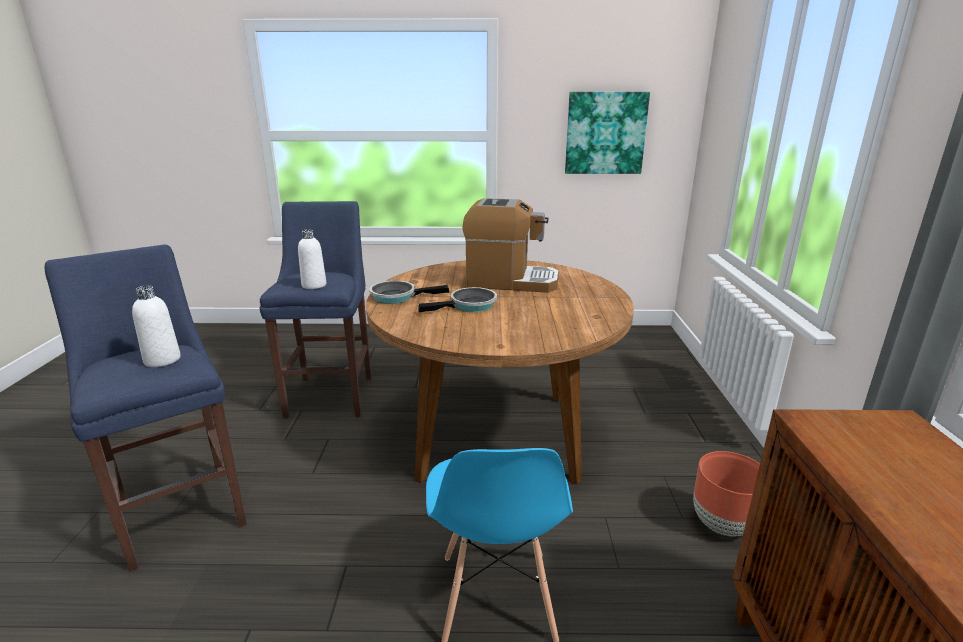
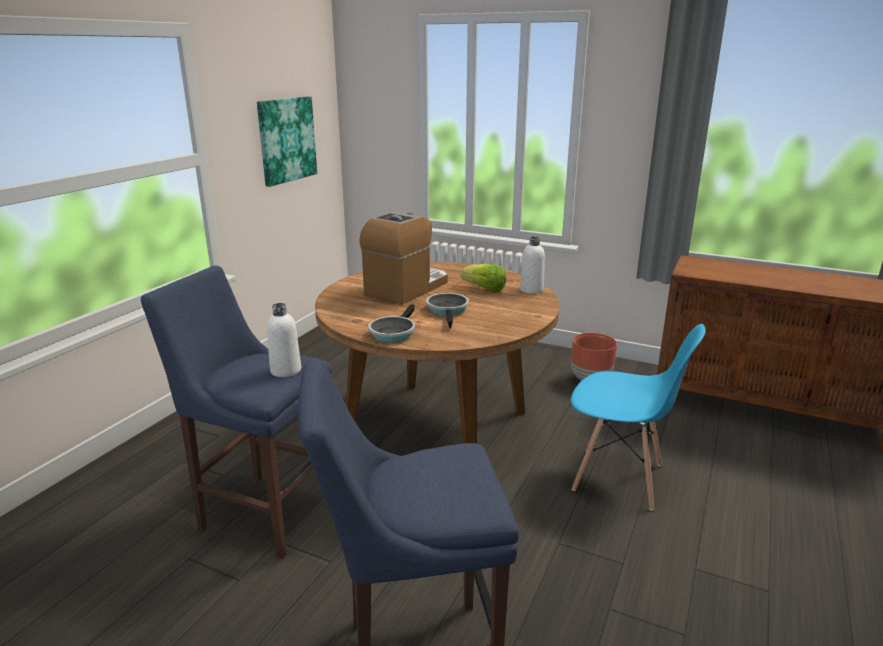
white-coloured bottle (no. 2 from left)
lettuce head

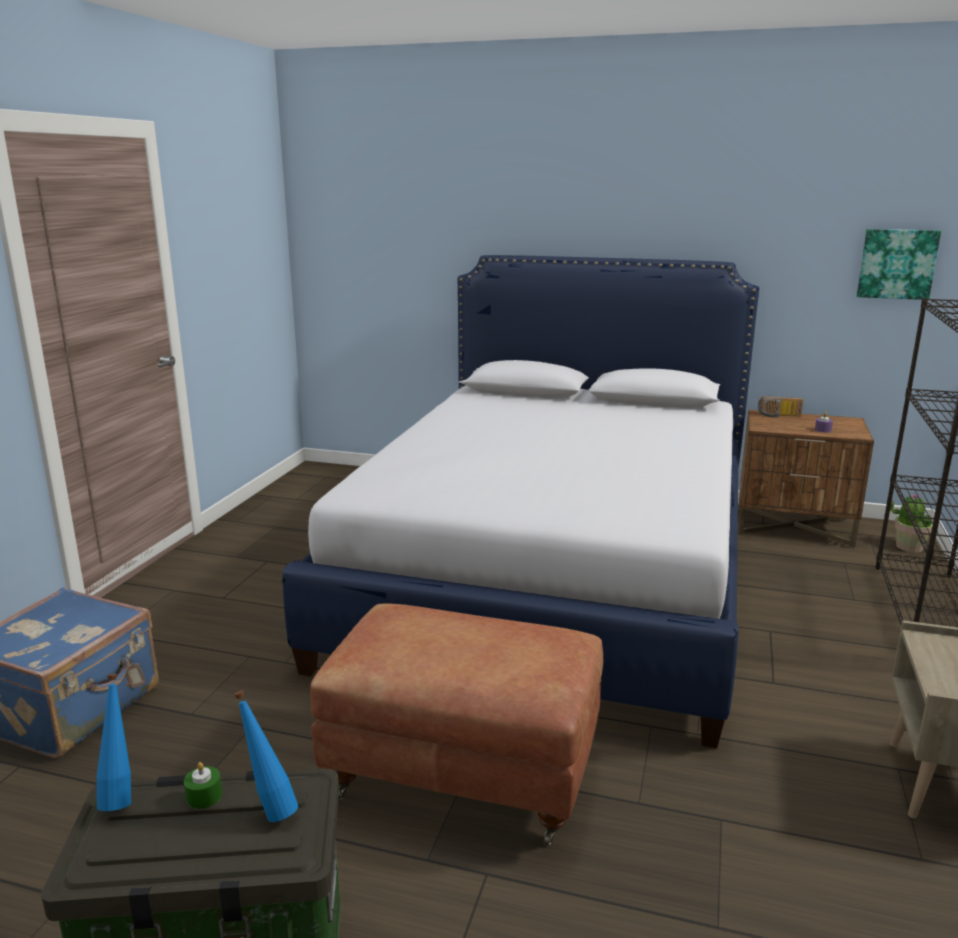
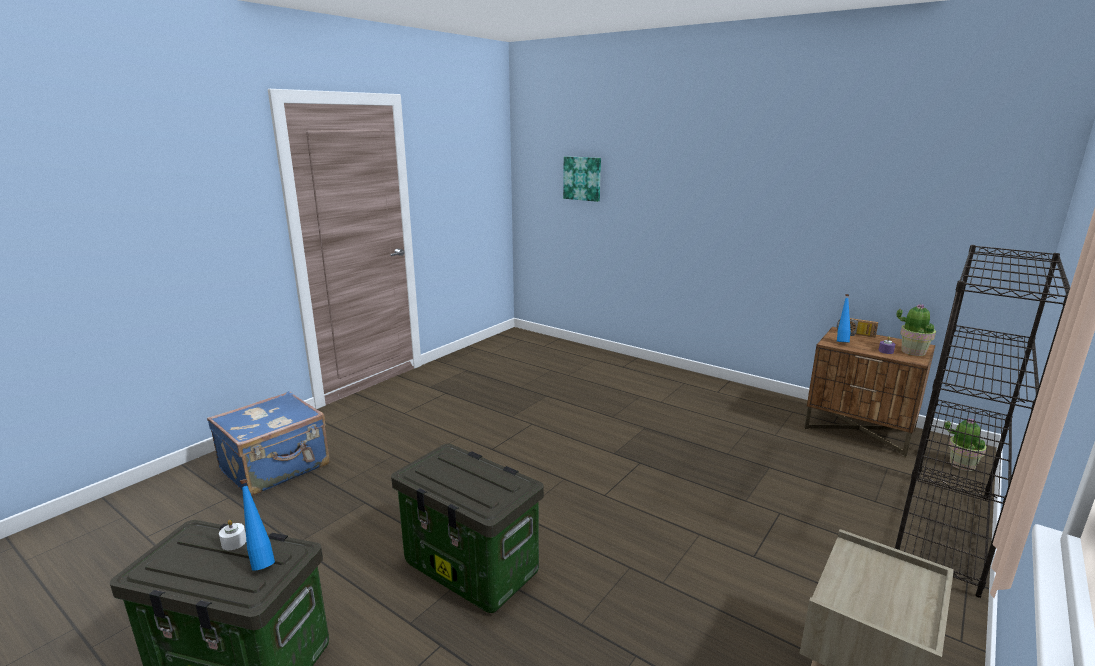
wall art
bed
storage container (no. 2 from left)
blue-coloured bottle (no. 2 from left)
white-coloured candle
houseplant (no. 1 from left)

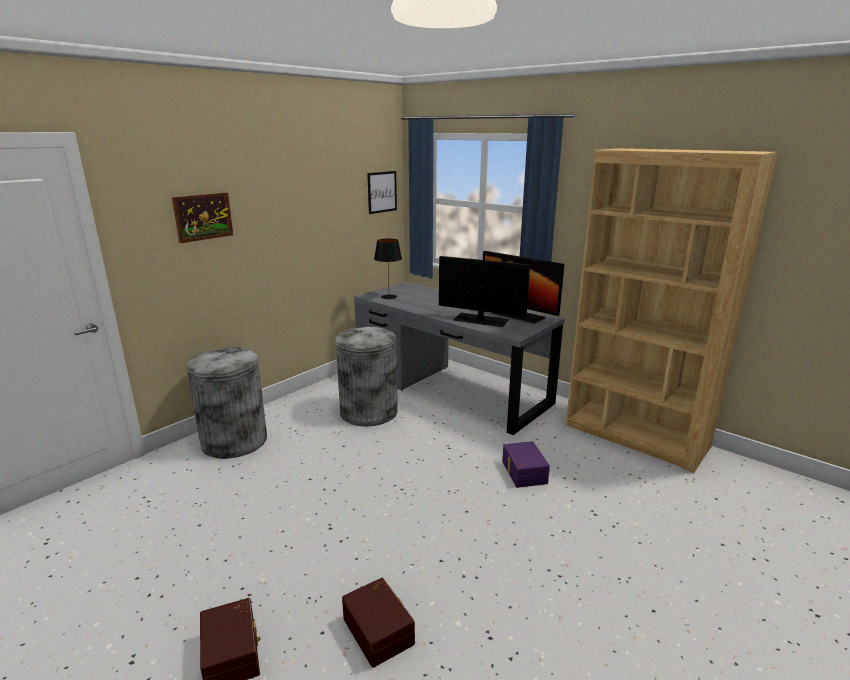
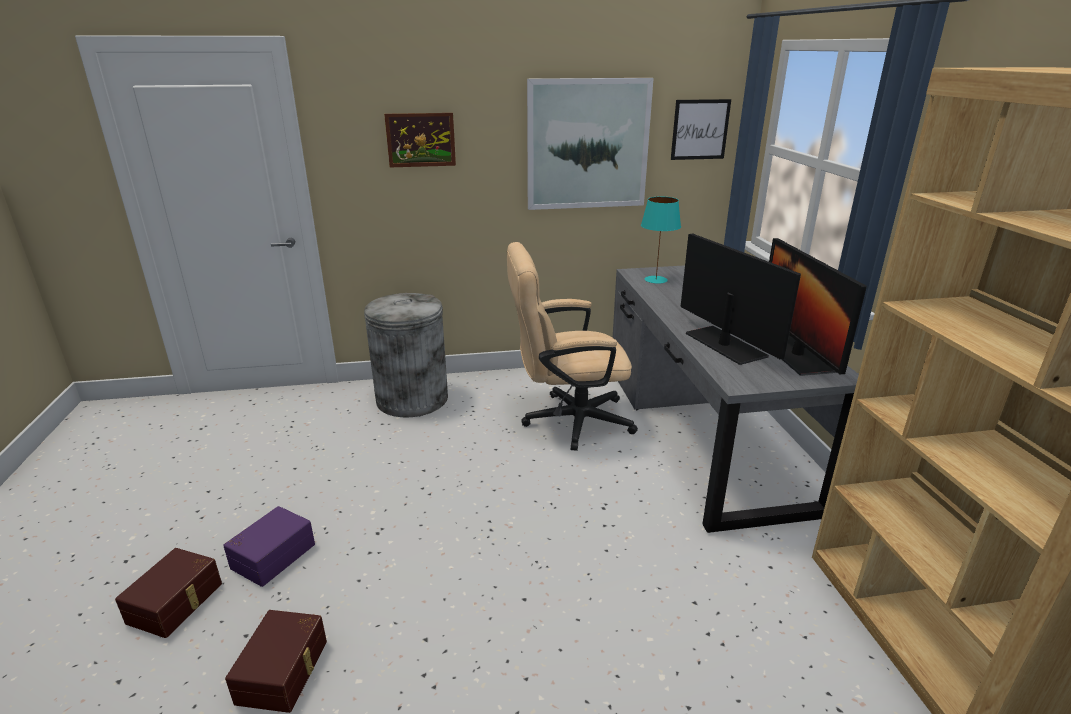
turquoise table lamp
beige-coloured computer chair
purple storage container
wall art (no. 2 from left)

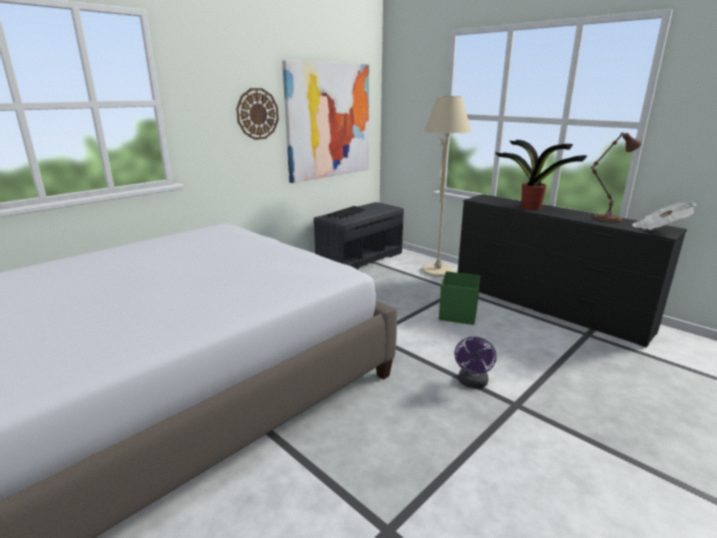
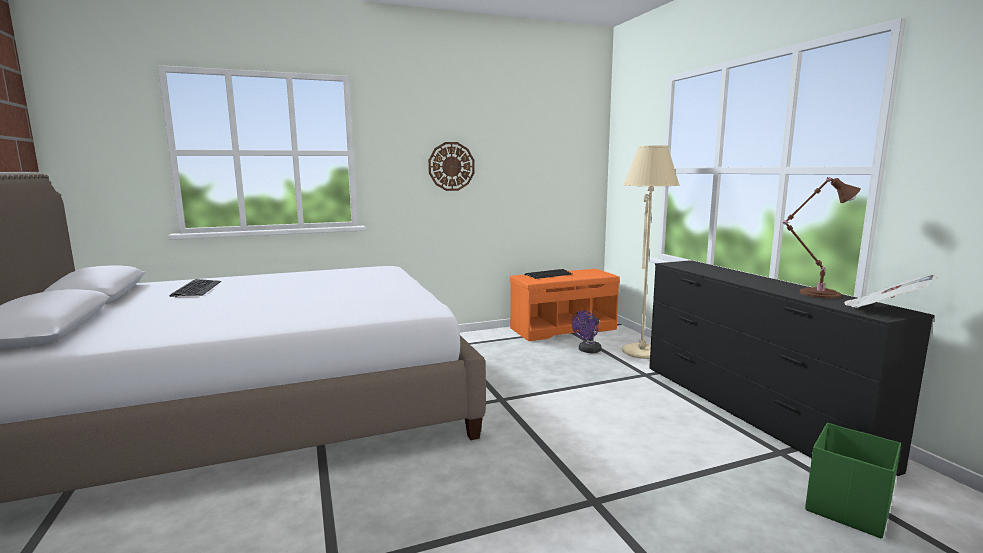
wall art
houseplant
orangey indoor bench
green storage container
purple electric fan
computer keyboard (no. 1 from left)

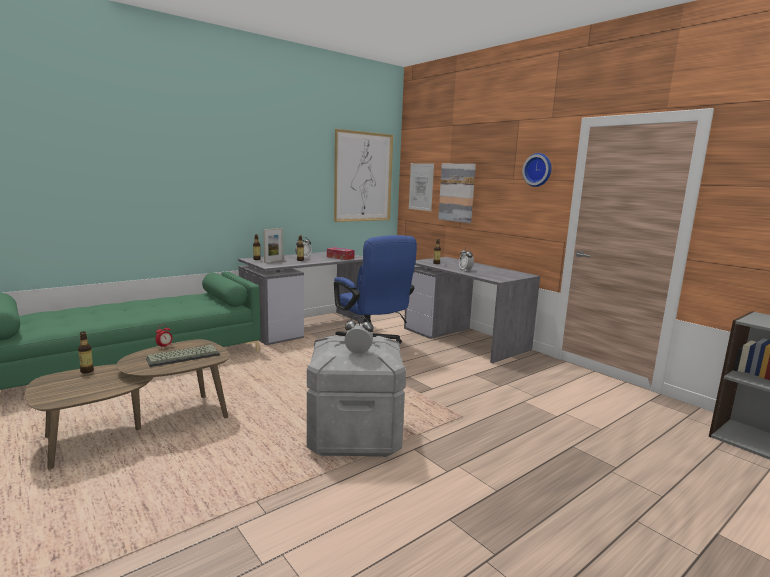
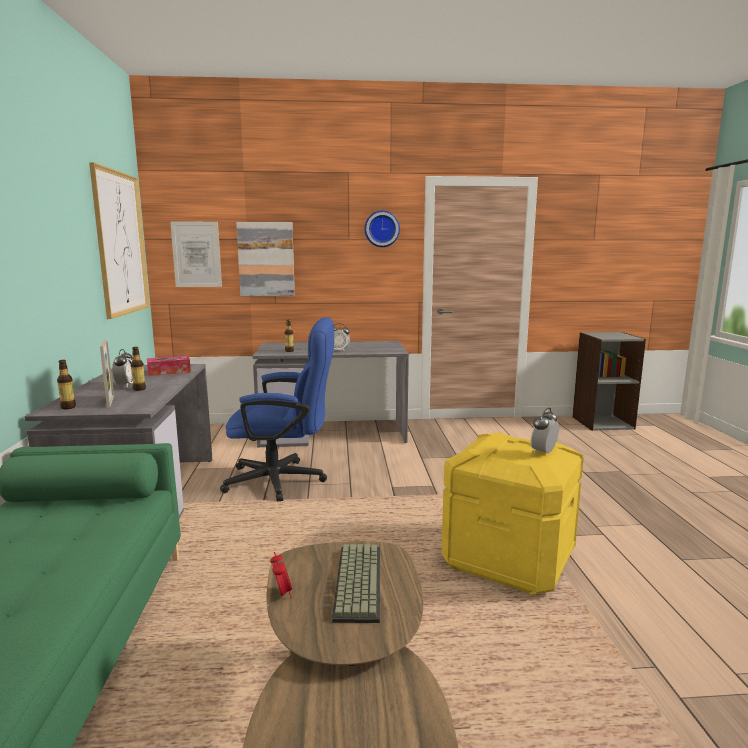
bottle (no. 1 from left in the first image)
yellowish storage container

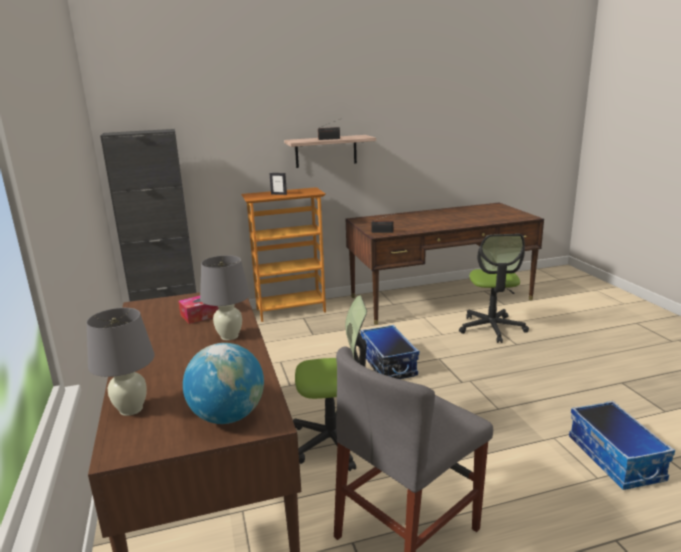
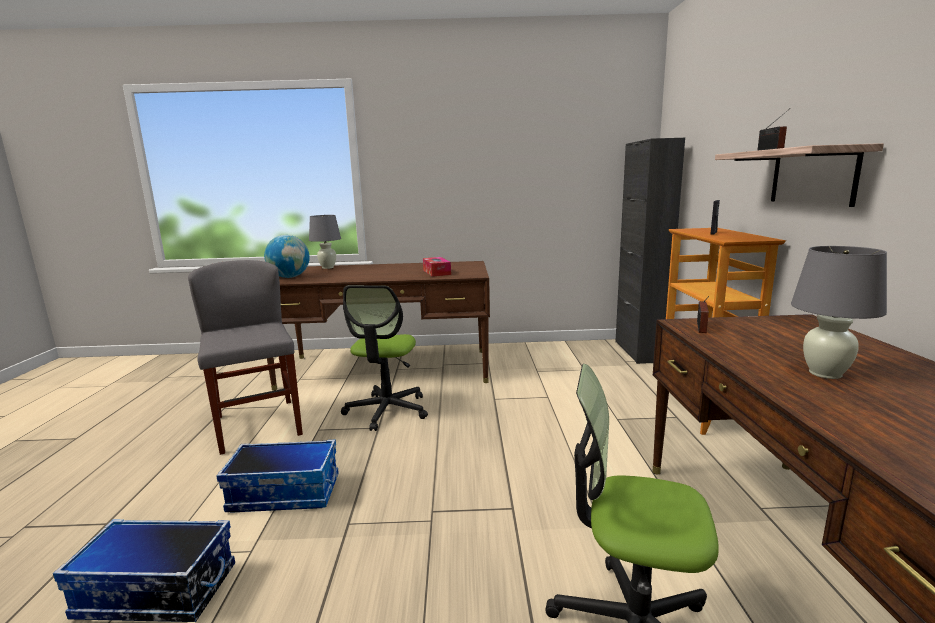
grey table lamp (no. 2 from left)
storage container (no. 2 from left)

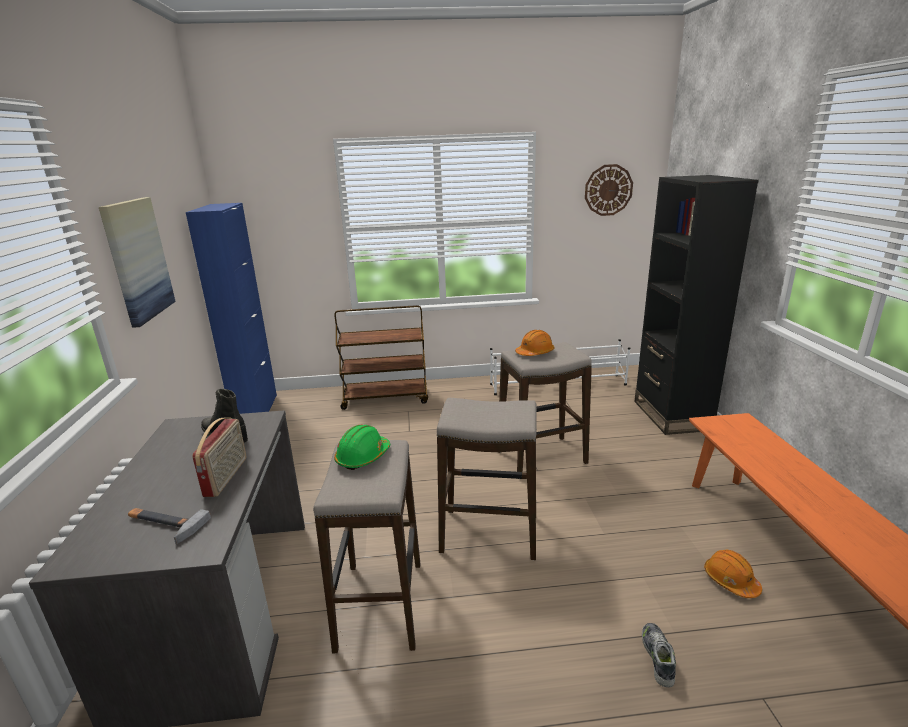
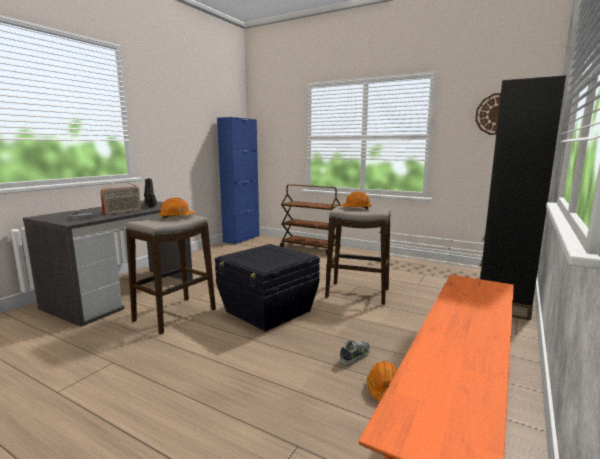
wall art
black storage container
orangey hard hat (no. 1 from left)
item of footwear

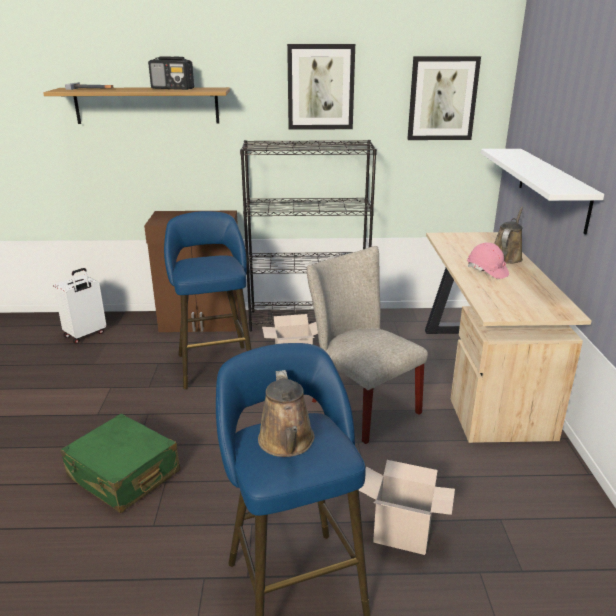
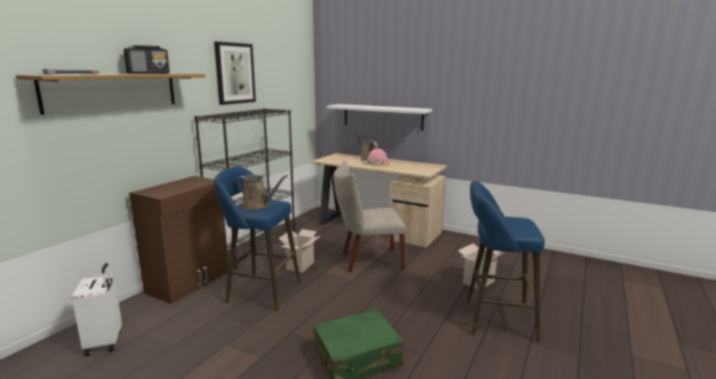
wall art (no. 2 from left in the first image)
brownish watering can (no. 1 from left)

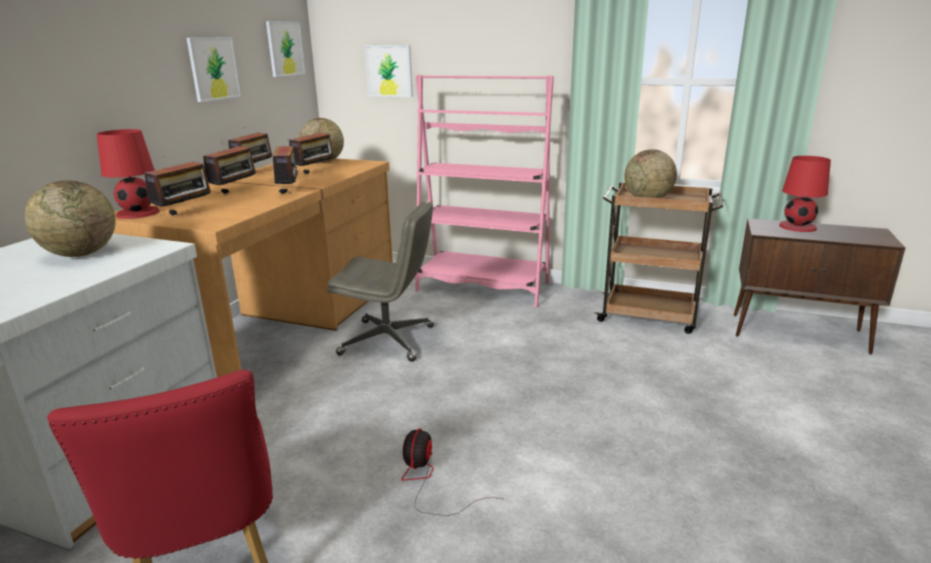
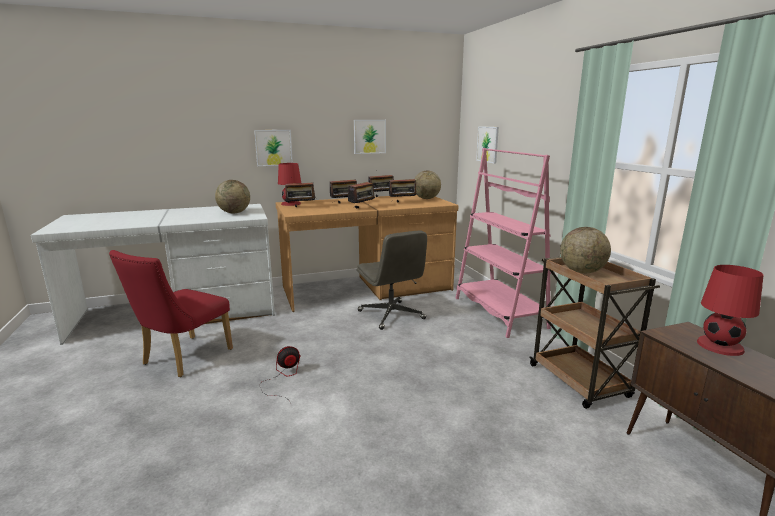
wall art (no. 1 from left)

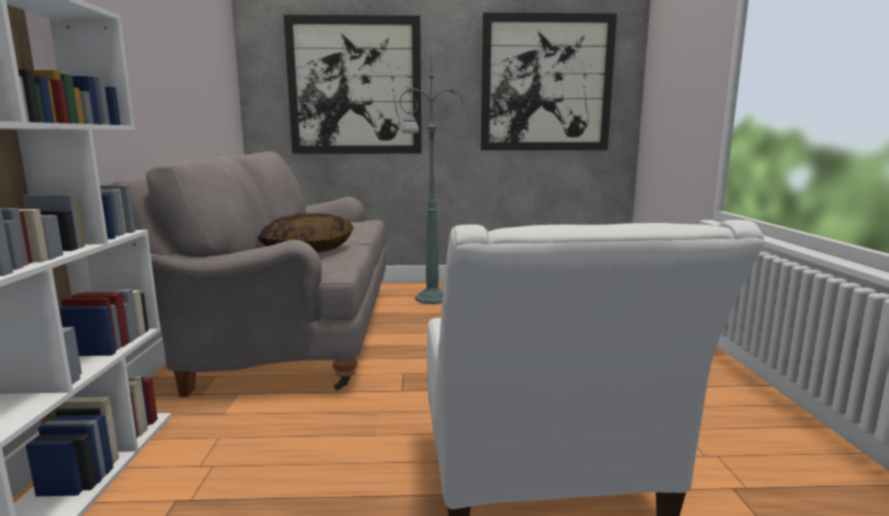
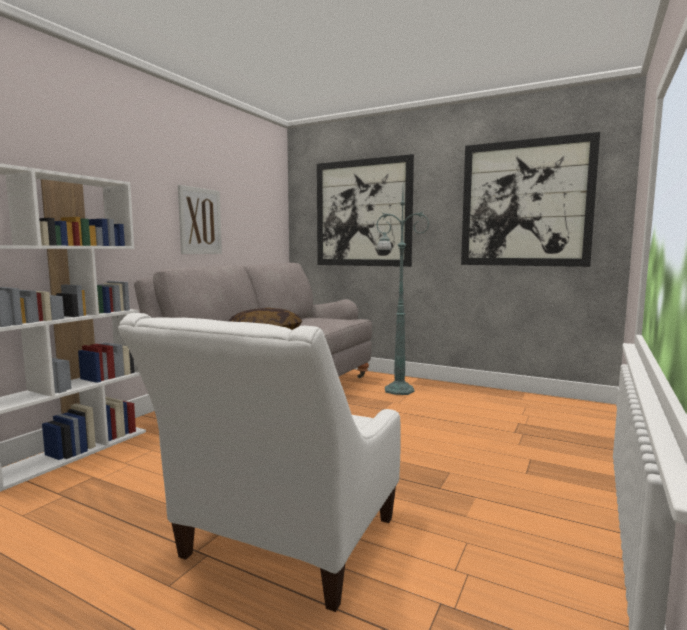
wall art (no. 1 from left)

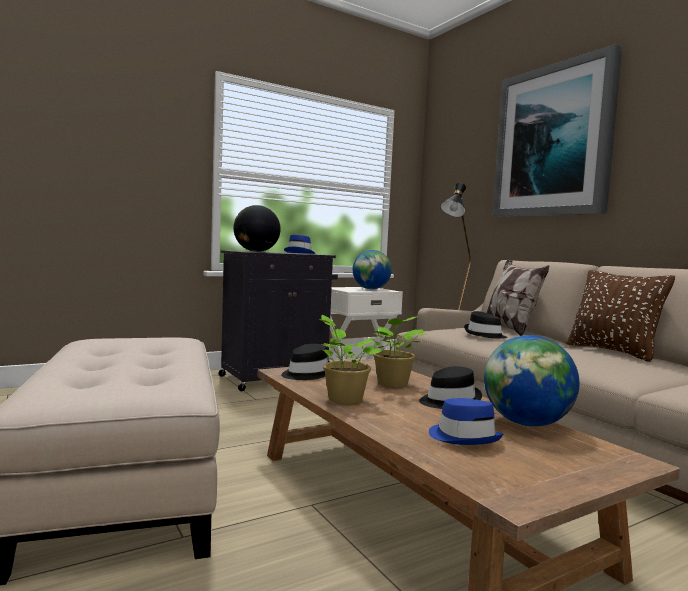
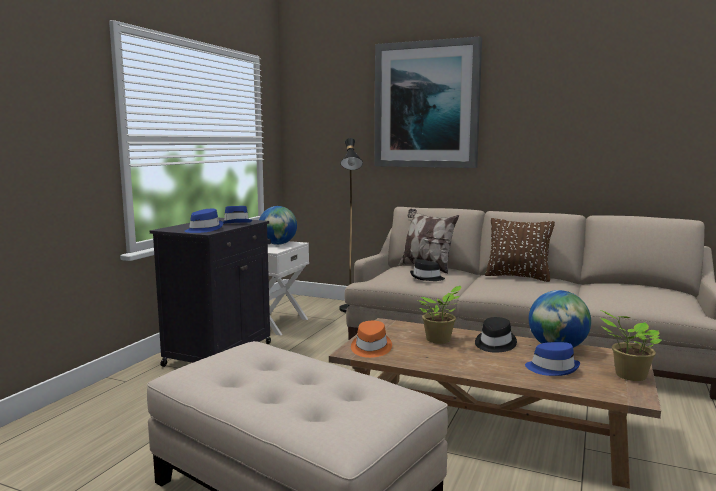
blue-coloured clothing hat (no. 1 from left)
houseplant (no. 2 from left)
orangey clothing hat

